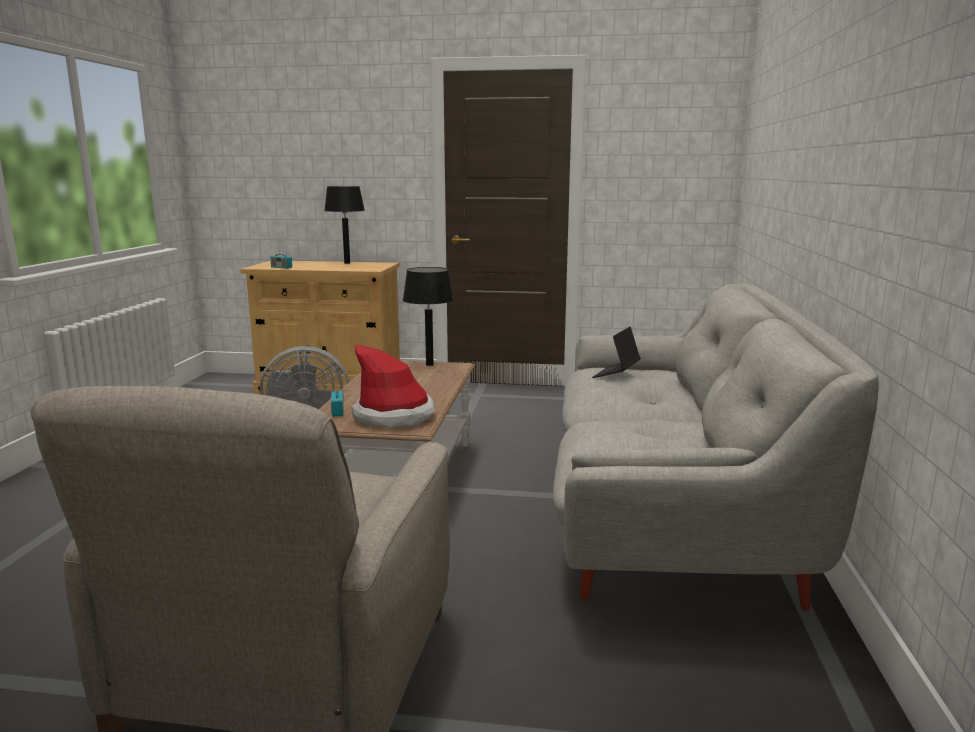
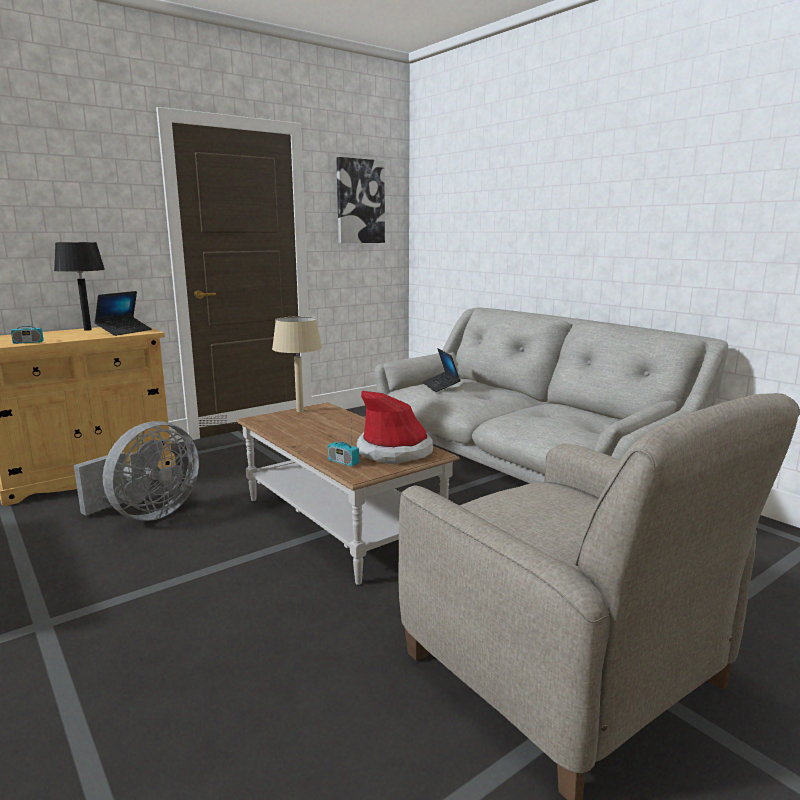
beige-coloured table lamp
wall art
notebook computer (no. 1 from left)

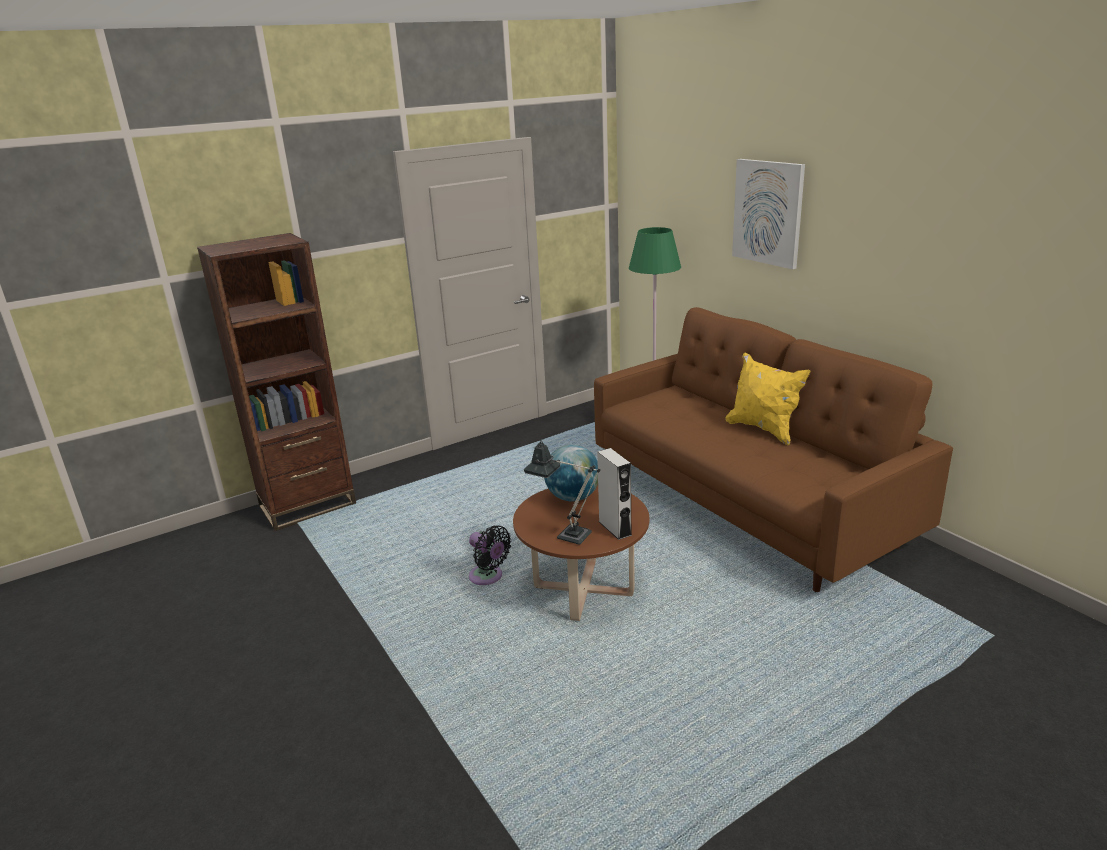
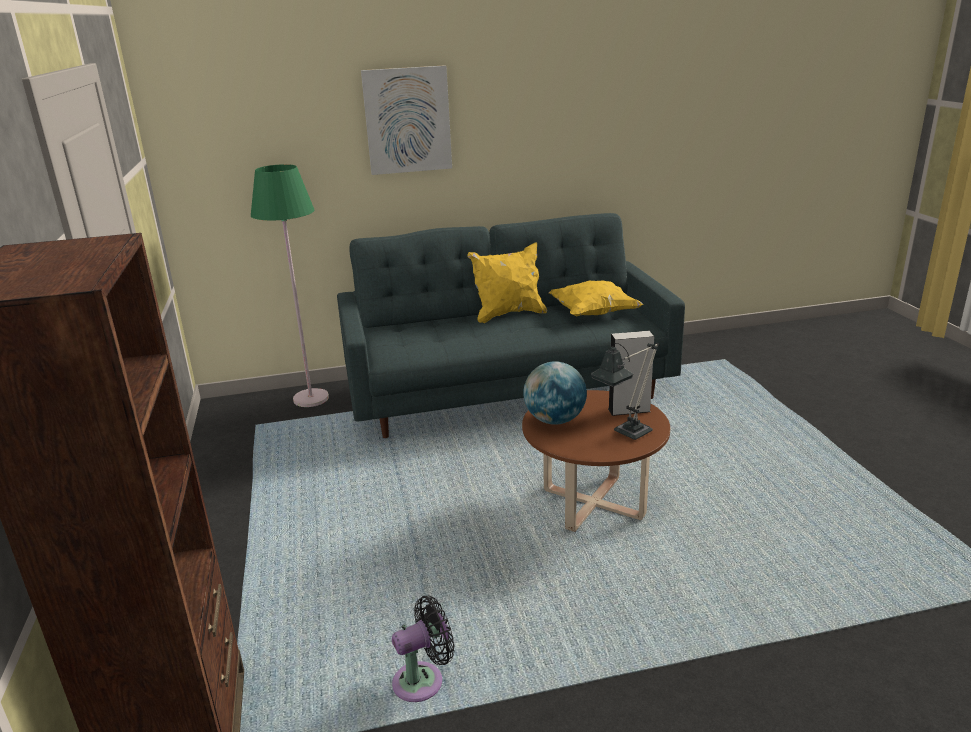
grey sofa
black electric fan
yellowish pillow (no. 2 from left)

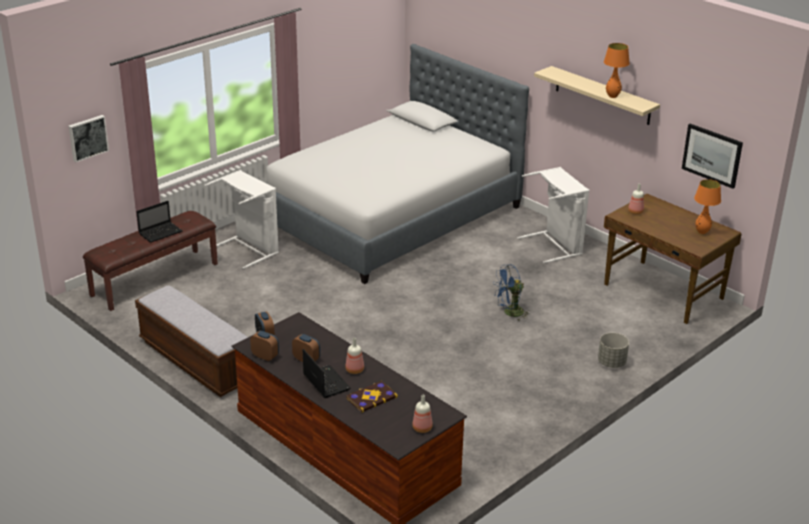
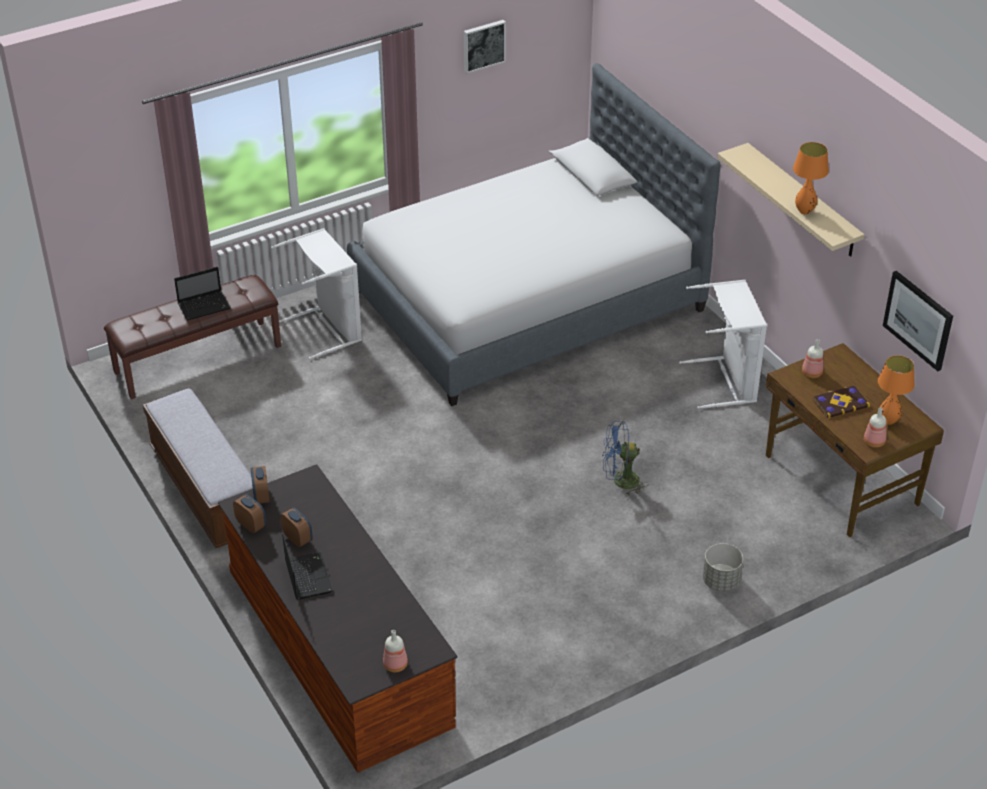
wall art (no. 1 from left)
bottle (no. 3 from left)
bound book

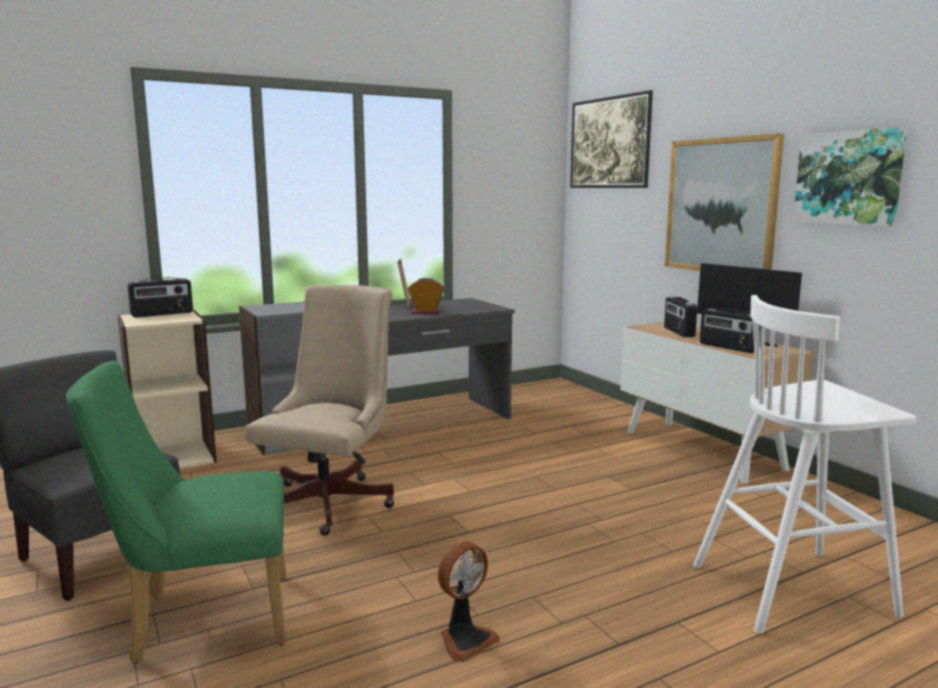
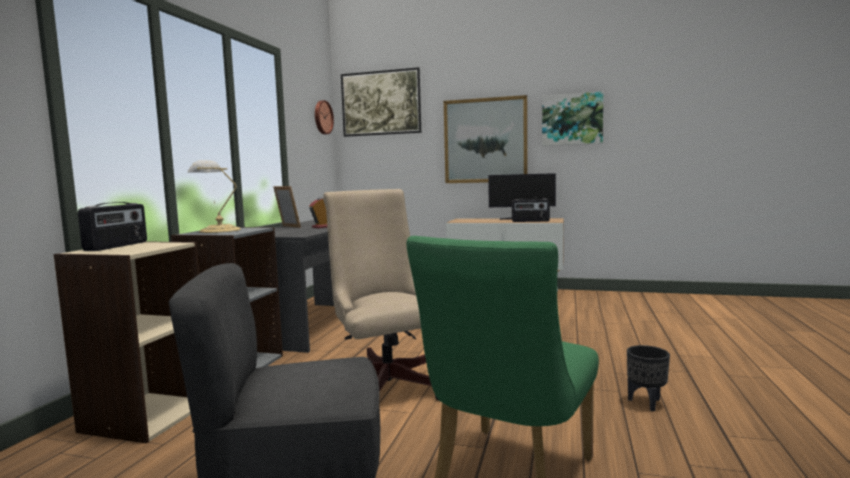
white-coloured stool seat
radio (no. 2 from left in the first image)
black flower pot
wall clock
table lamp

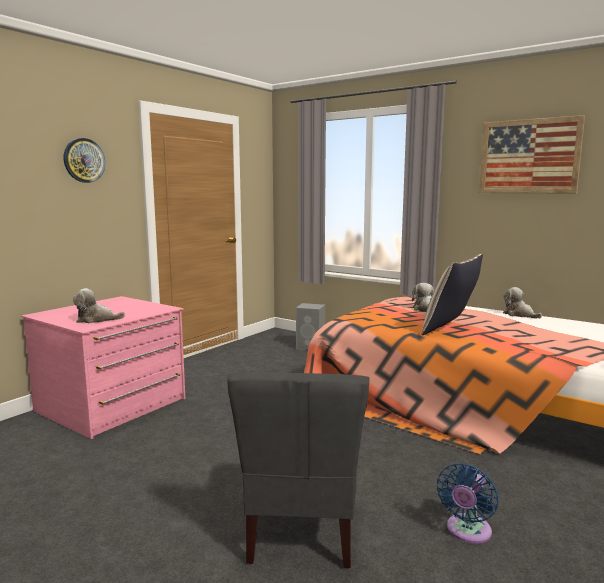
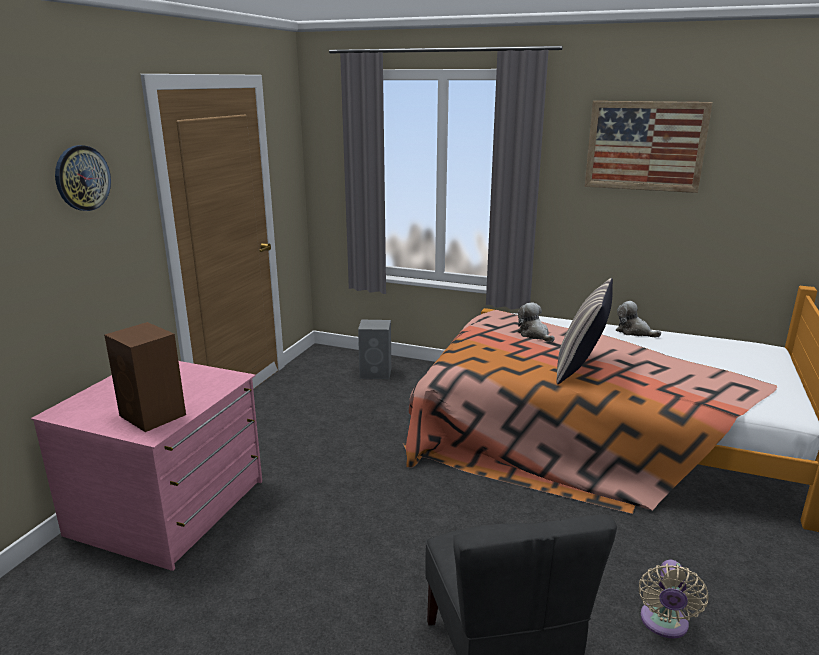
brownish audio speaker
beige-coloured electric fan

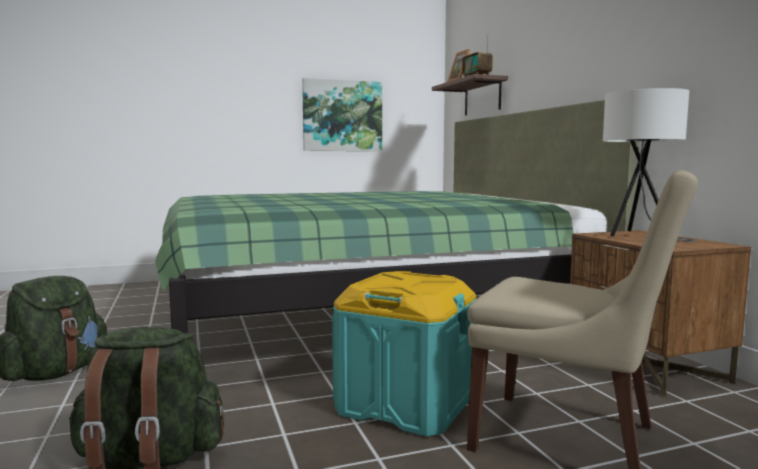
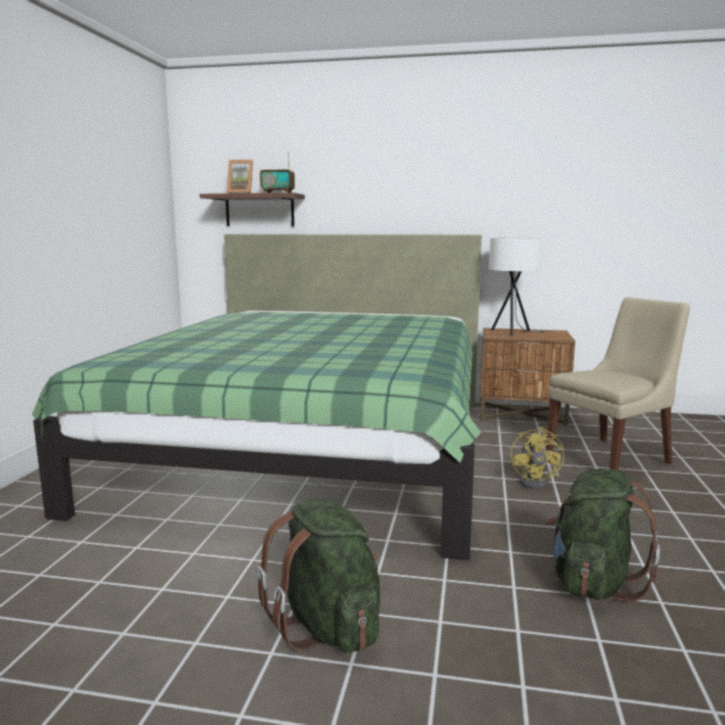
wall art
yellowish electric fan

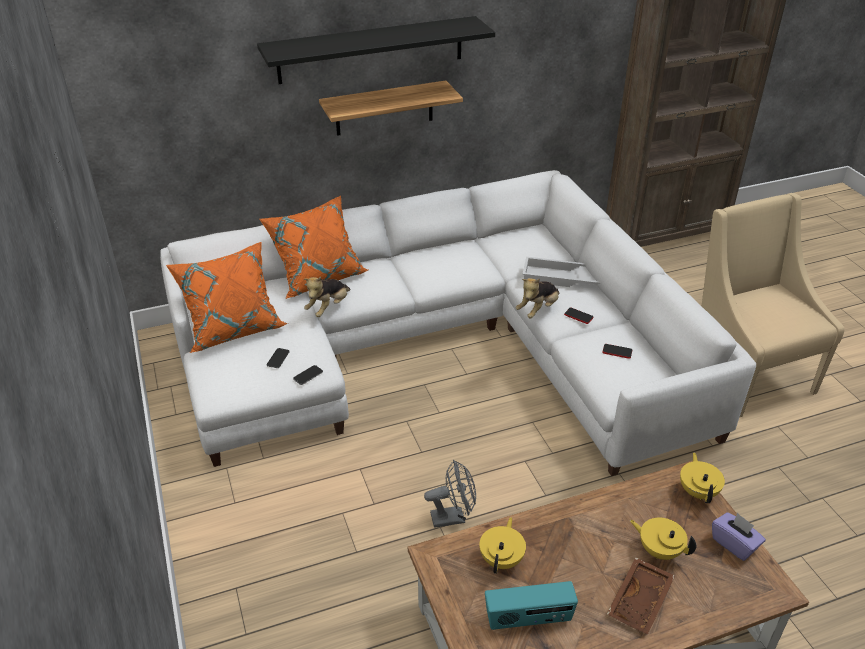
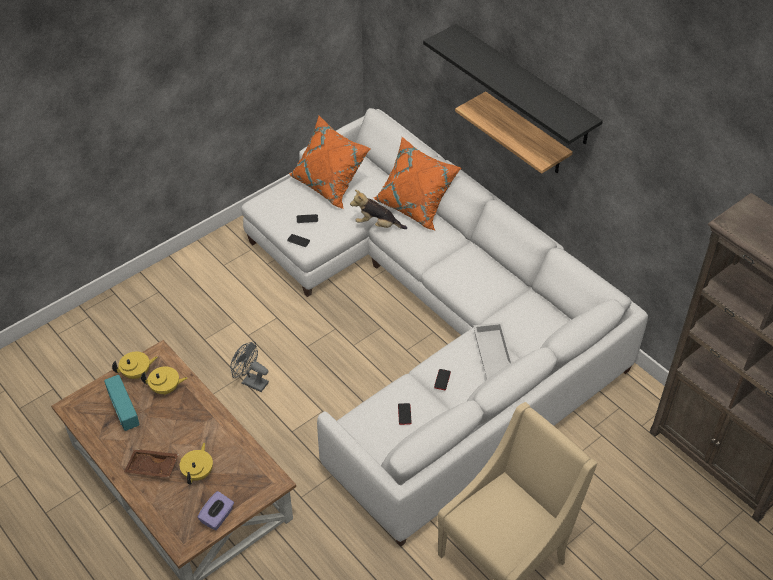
cuddly toy (no. 2 from left in the first image)
yellowish tea pot (no. 1 from left)
grey electric fan

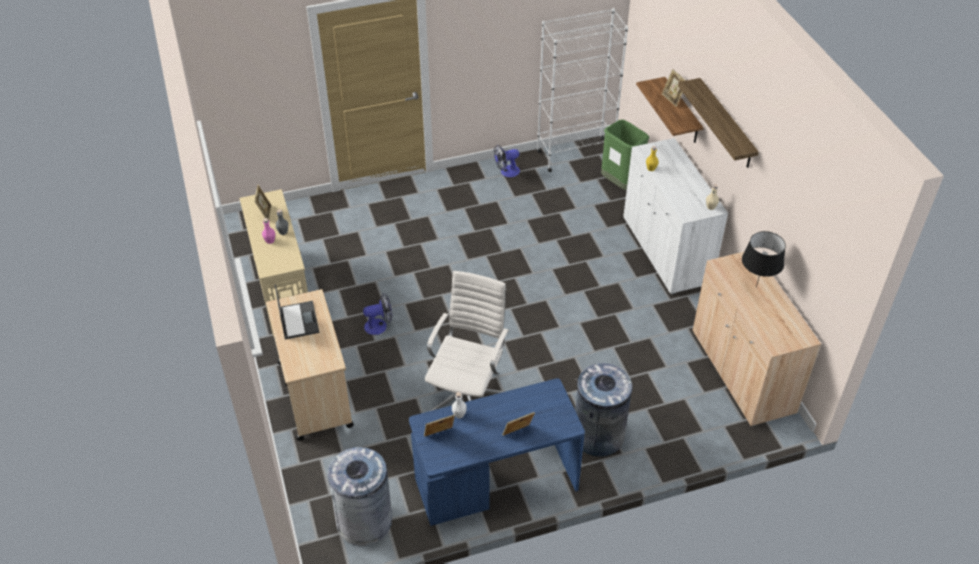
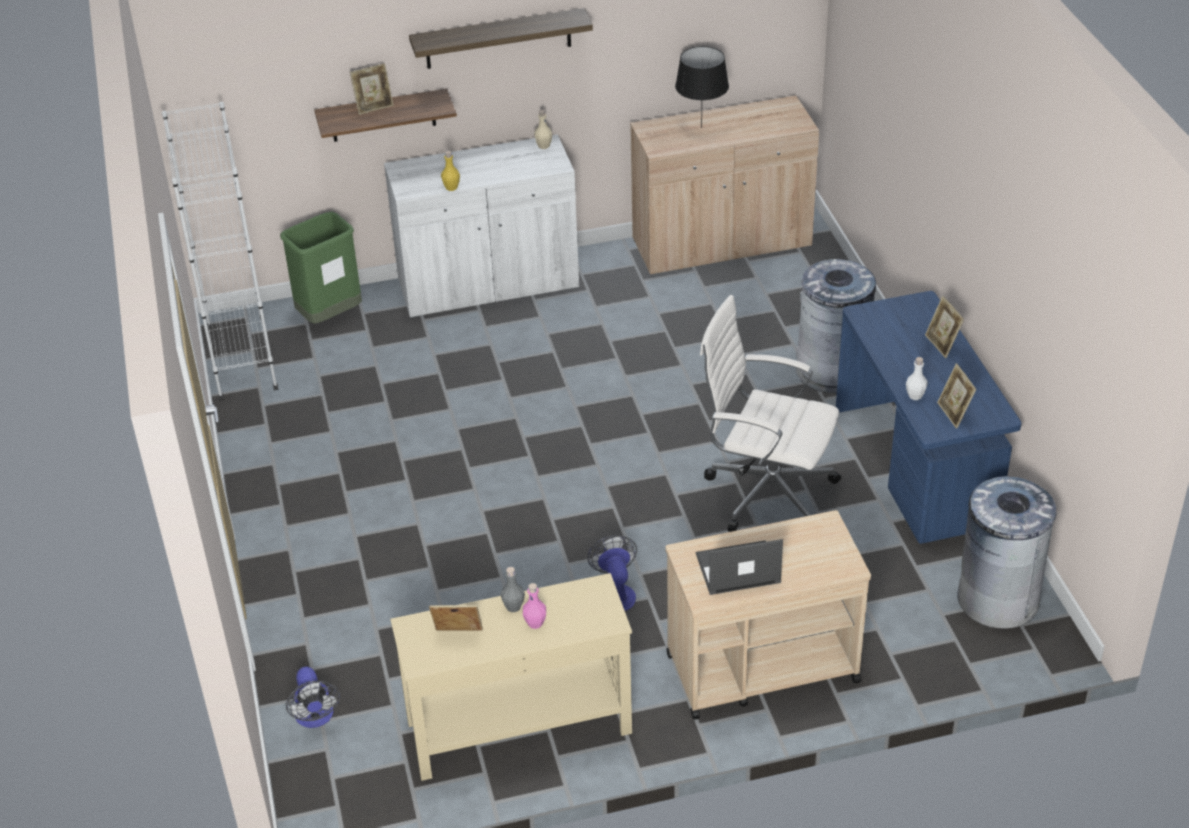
electric fan (no. 1 from left)

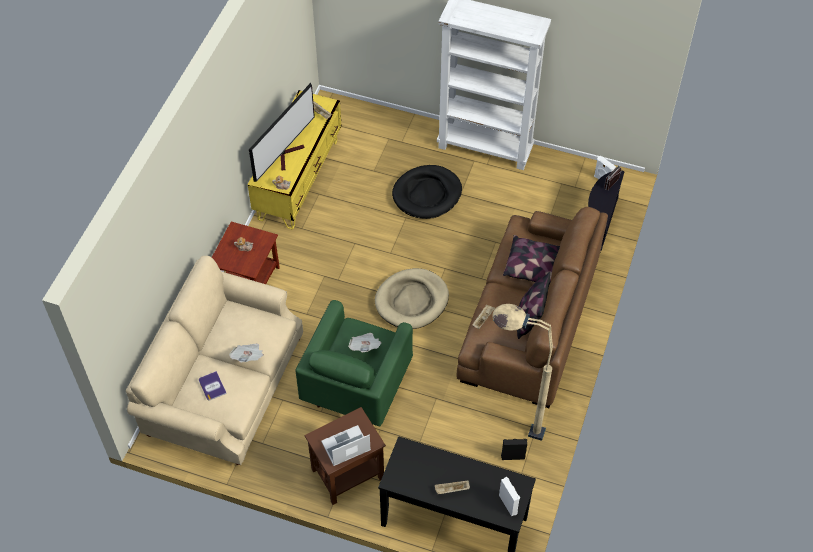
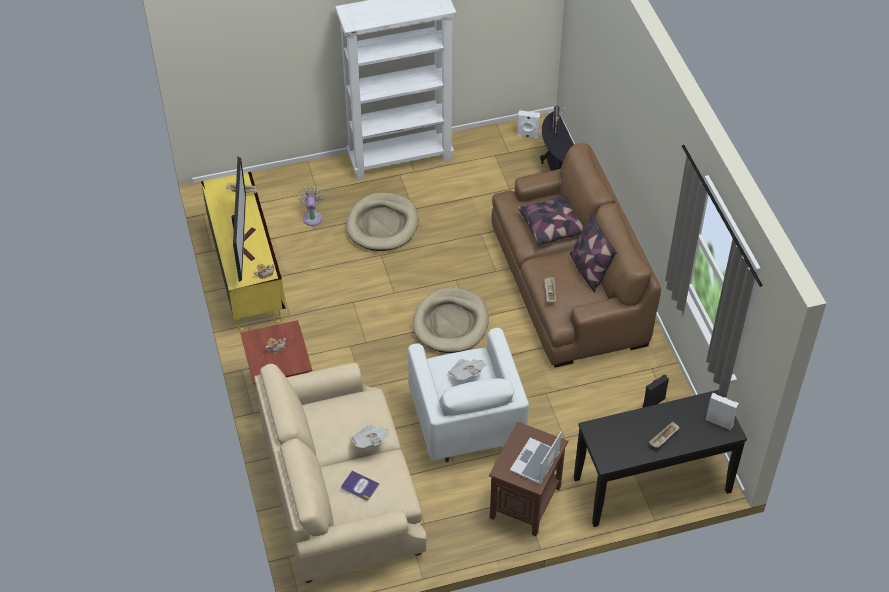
beige-coloured dog bed (no. 1 from left)
white-coloured easy chair
beige-coloured floor lamp
beige-coloured electric fan

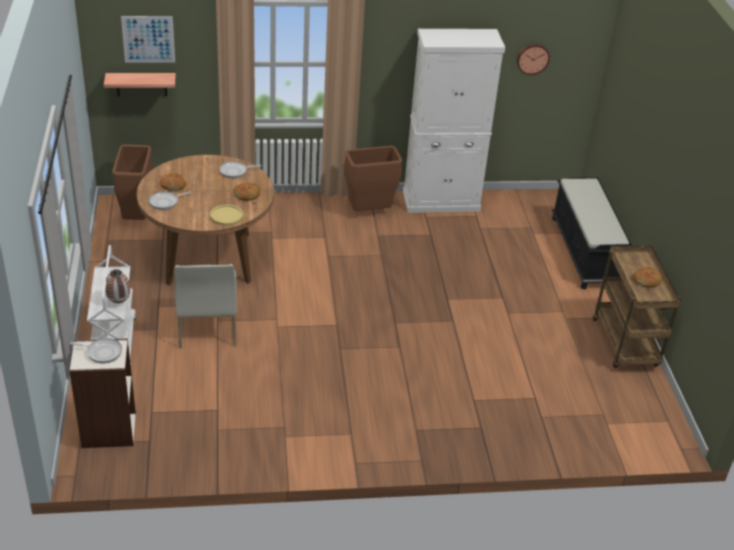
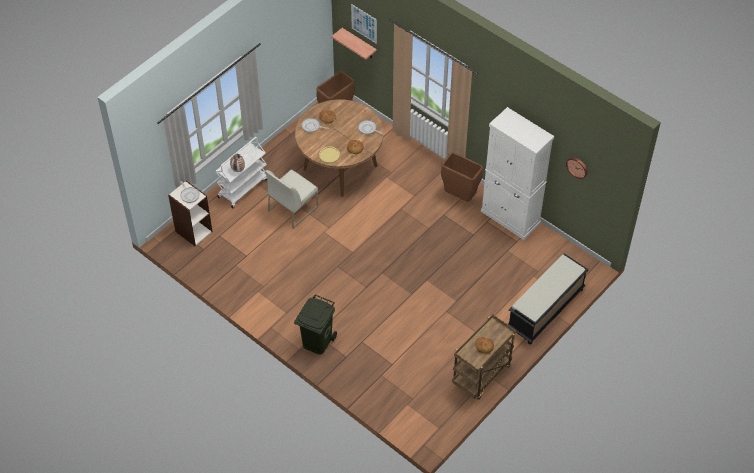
green trash can

